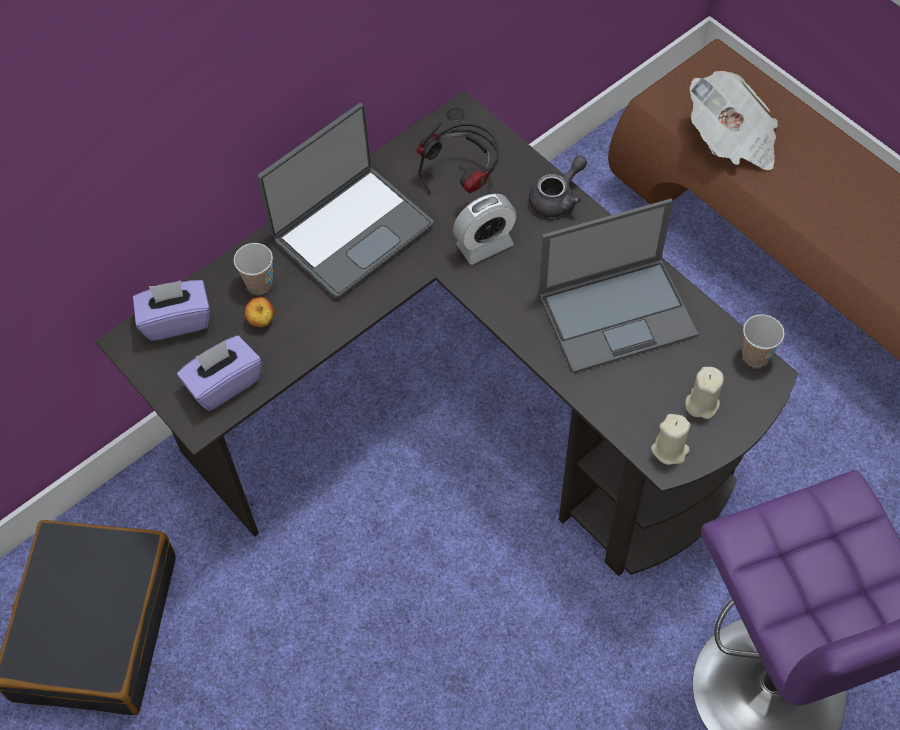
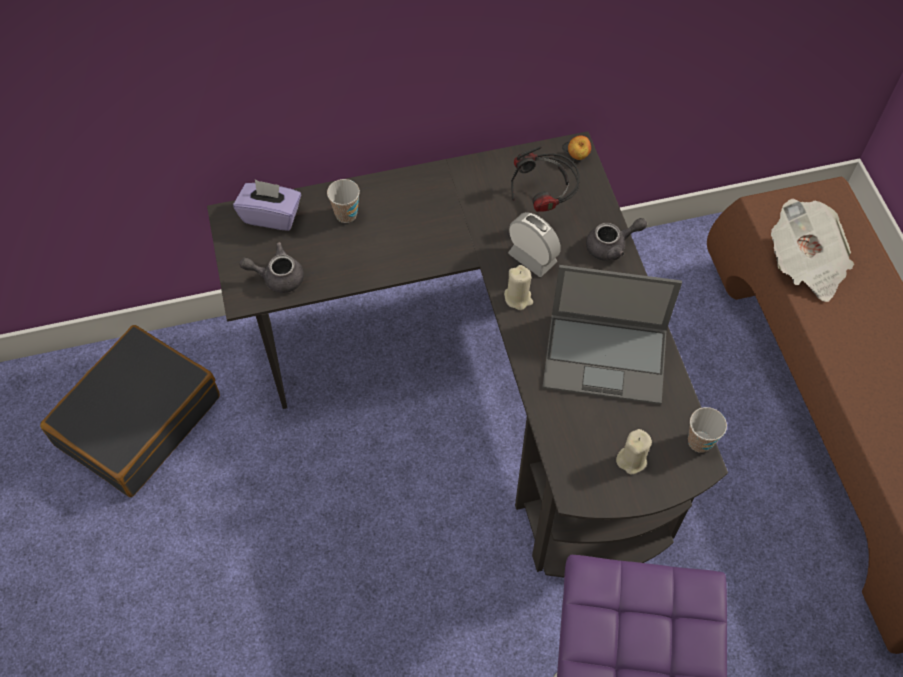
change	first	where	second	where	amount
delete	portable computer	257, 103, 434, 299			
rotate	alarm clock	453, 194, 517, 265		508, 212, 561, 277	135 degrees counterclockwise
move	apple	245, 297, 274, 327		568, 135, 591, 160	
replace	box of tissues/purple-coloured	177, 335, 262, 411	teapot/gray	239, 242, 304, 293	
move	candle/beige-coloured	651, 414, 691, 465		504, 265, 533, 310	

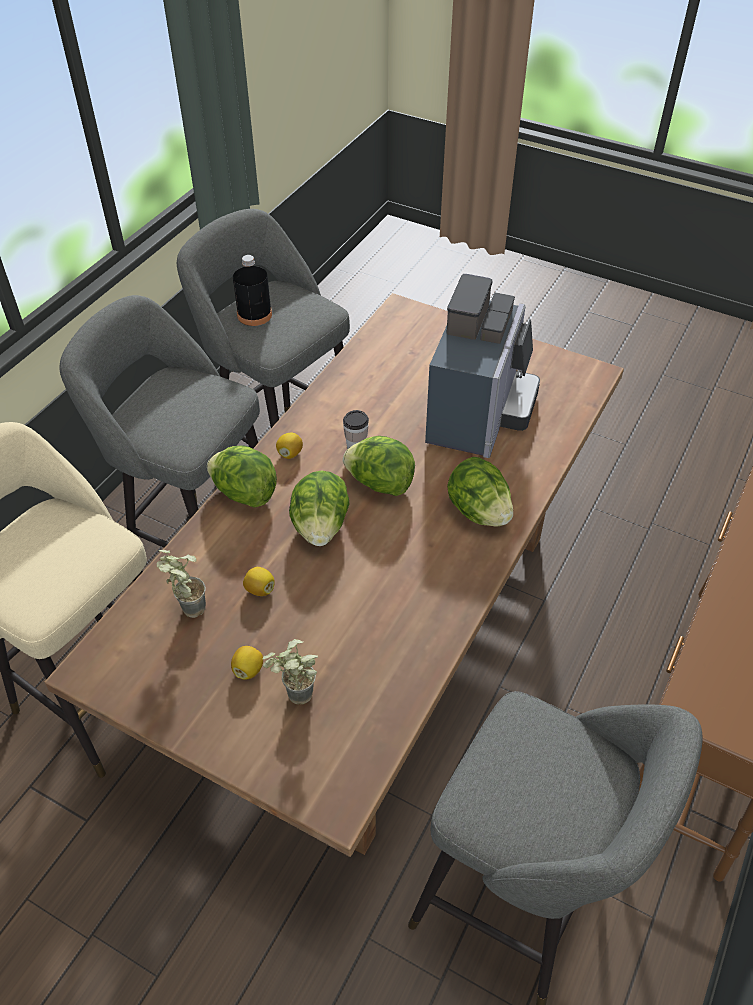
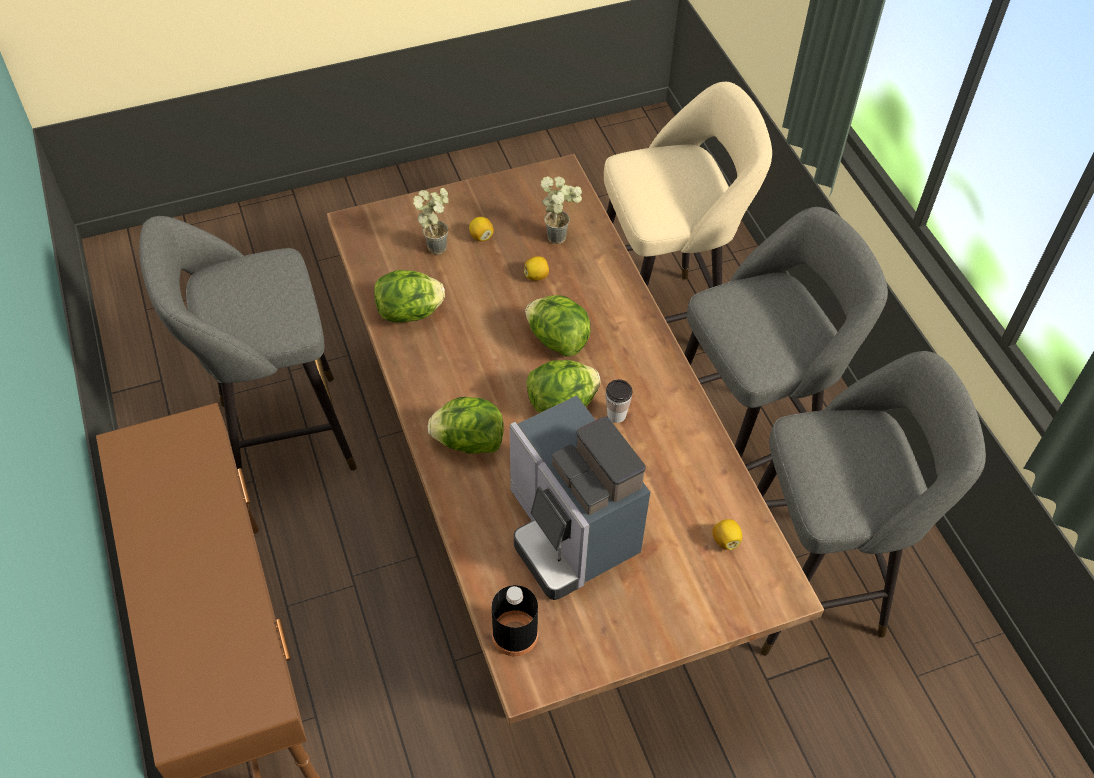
change	first	where	second	where	amount
move	drink bottle/blackish	233, 255, 272, 326		492, 585, 538, 656	
move	lemon	276, 433, 303, 459		712, 519, 742, 550	
move	lettuce head	207, 446, 277, 508		374, 270, 445, 323	

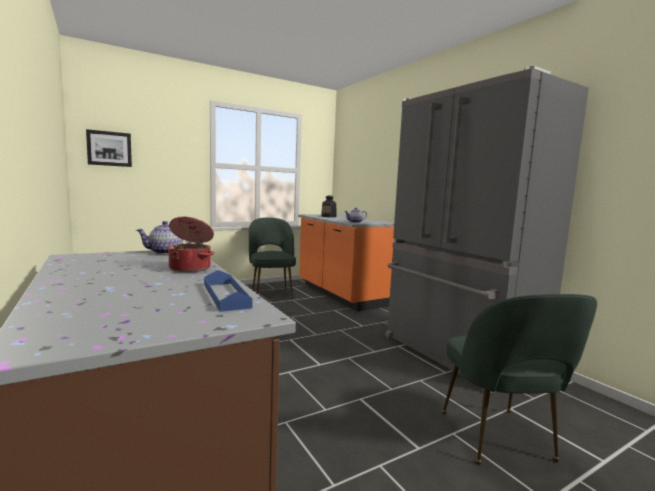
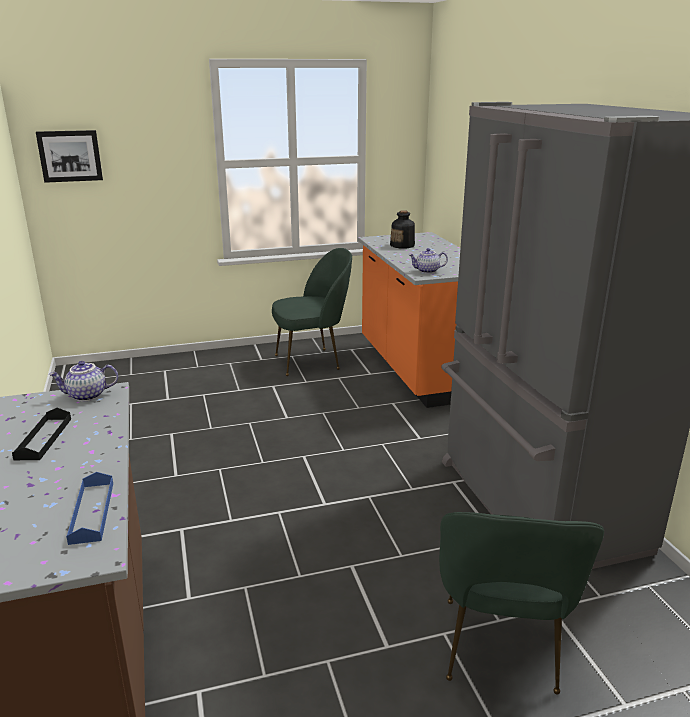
change	first	where	second	where	amount
delete	cooking pot	167, 217, 214, 272			
rotate	chair/greenish	249, 218, 296, 299		272, 248, 352, 376	75 degrees clockwise
insert			serving tray/blackish	12, 408, 71, 460	

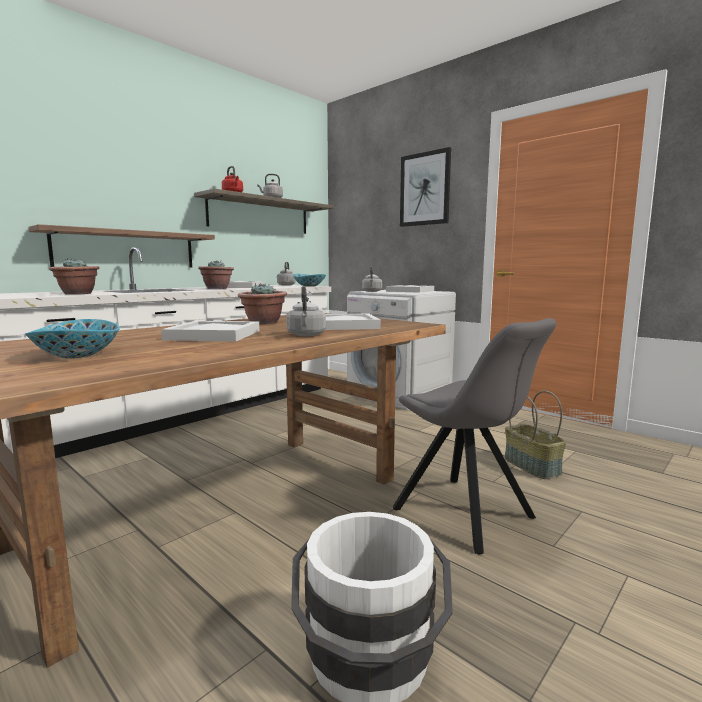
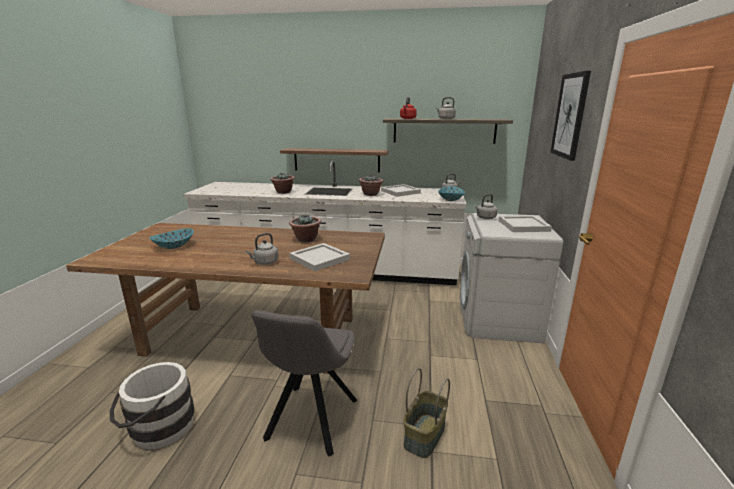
change	first	where	second	where	amount
delete	serving tray/white	161, 321, 259, 342			

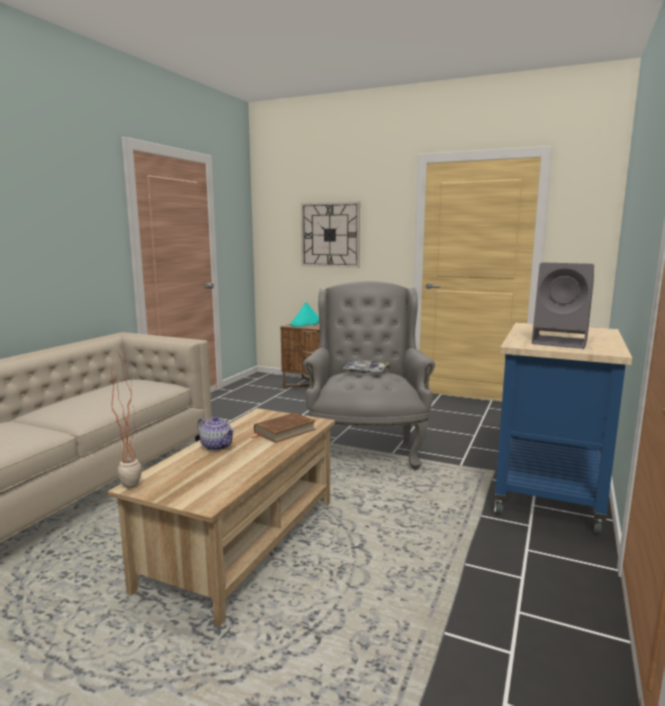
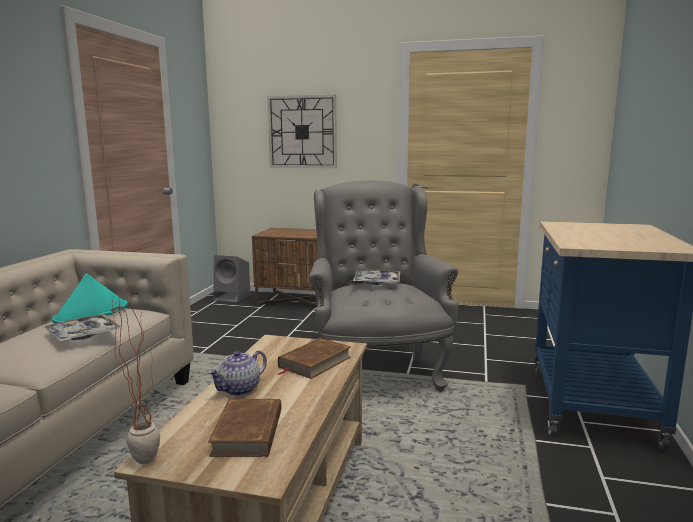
change	first	where	second	where	amount
move	audio speaker/gray	532, 263, 594, 349		214, 255, 250, 303	
move	wearable hat/turquoise-coloured	290, 302, 320, 327		52, 273, 128, 324	
rotate	teapot	197, 416, 235, 451		207, 350, 267, 396	105 degrees clockwise
insert			serving tray	44, 314, 121, 342	
insert			volume/brown	208, 399, 281, 457	

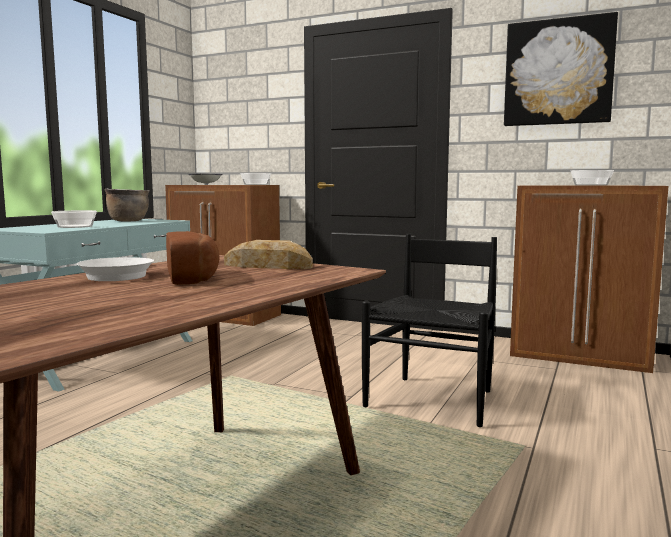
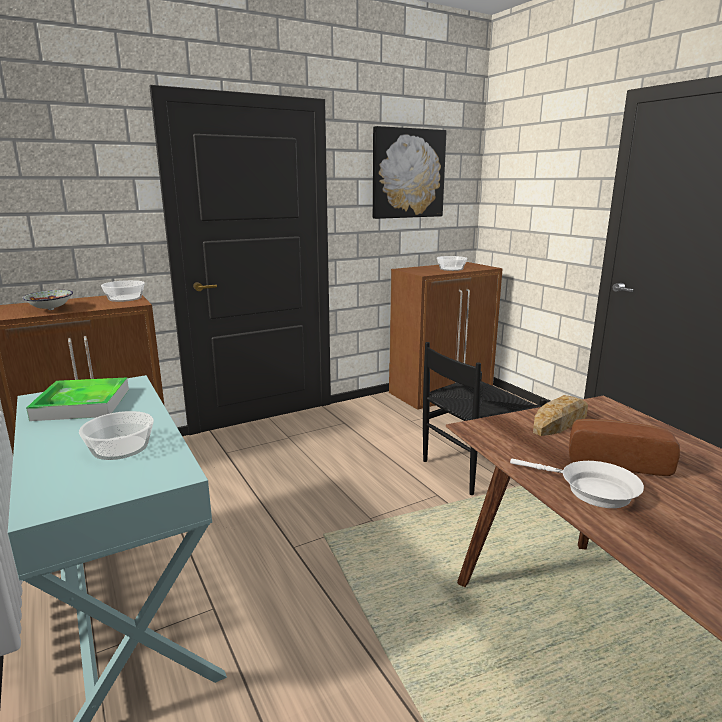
change	first	where	second	where	amount
replace	cooking pot/brown	104, 189, 150, 222	serving tray	26, 378, 129, 421	
rotate	chair/blackish	362, 234, 497, 427		423, 342, 547, 495	90 degrees counterclockwise

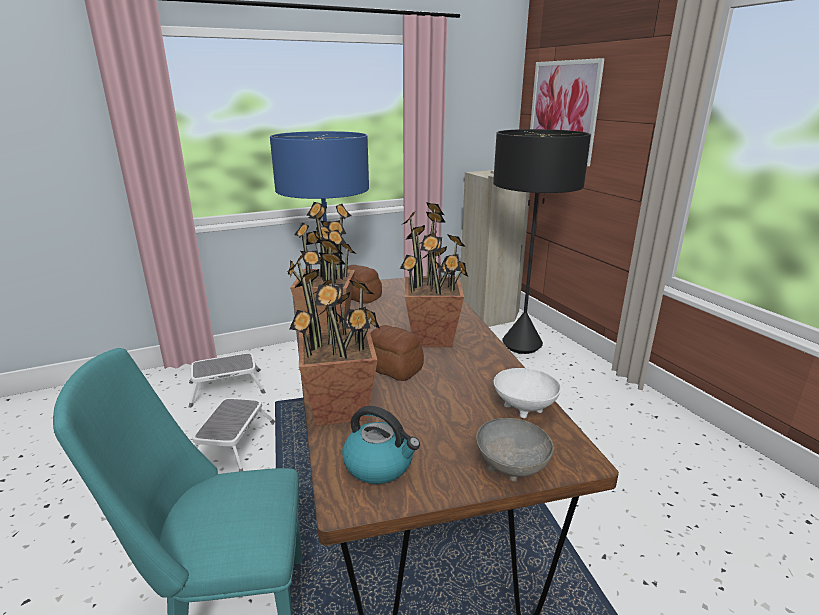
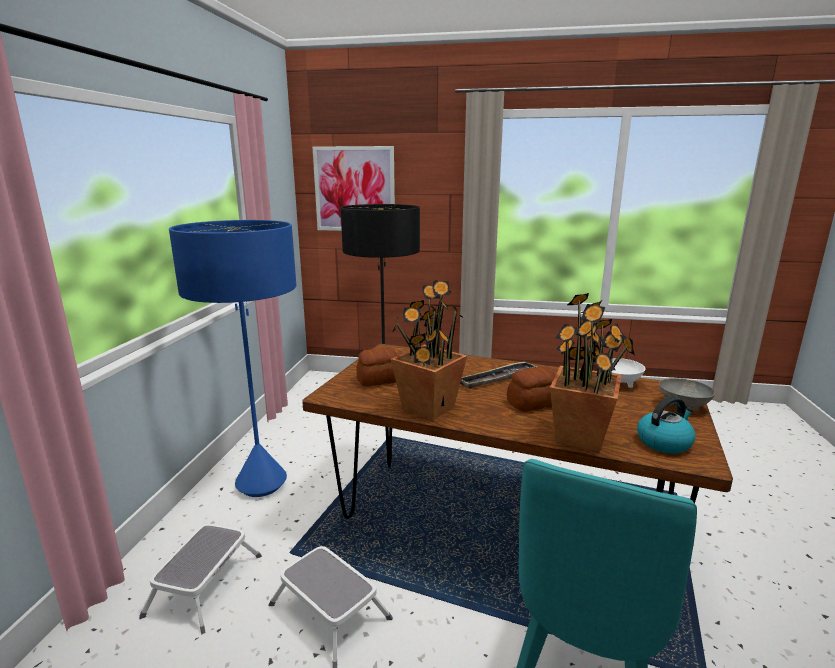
change	first	where	second	where	amount
delete	storage cabinet/beige-coloured	460, 170, 530, 327			
replace	houseplant	400, 202, 468, 347	serving tray	460, 361, 537, 389	

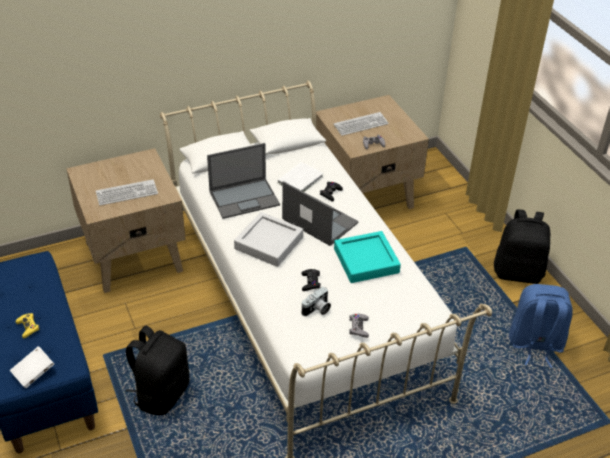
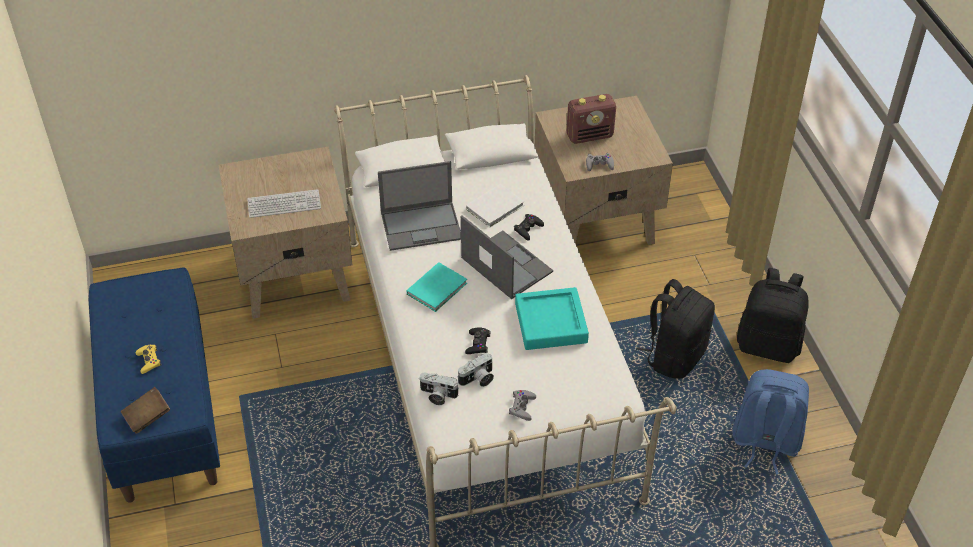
change	first	where	second	where	amount
replace	computer keyboard	334, 112, 389, 136	radio receiver	567, 94, 616, 144	
replace	serving tray/gray	234, 212, 303, 267	volume/turquoise-coloured	407, 262, 467, 312	
move	knapsack/blackish	126, 326, 190, 415		636, 279, 715, 379	
recolor	volume/white	10, 346, 54, 388	volume/brown	121, 387, 170, 434	
insert			still camera	419, 372, 459, 405	

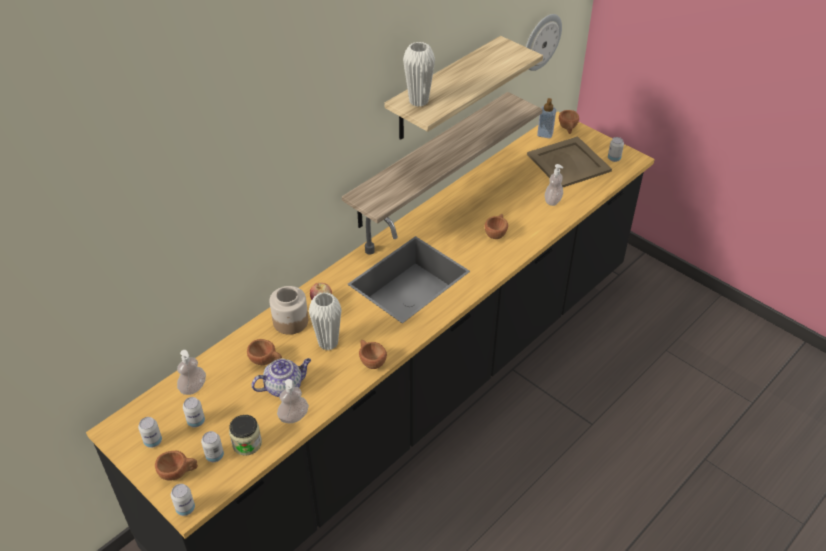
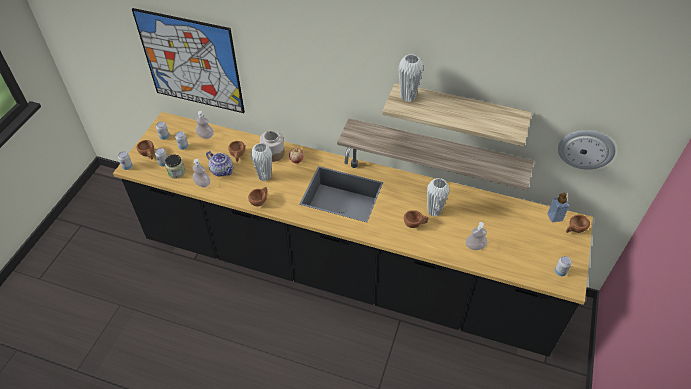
change	first	where	second	where	amount
delete	serving tray/beige-coloured	527, 136, 612, 187			
insert			wall picture	132, 8, 245, 113	
insert			vase/white	427, 178, 450, 217	

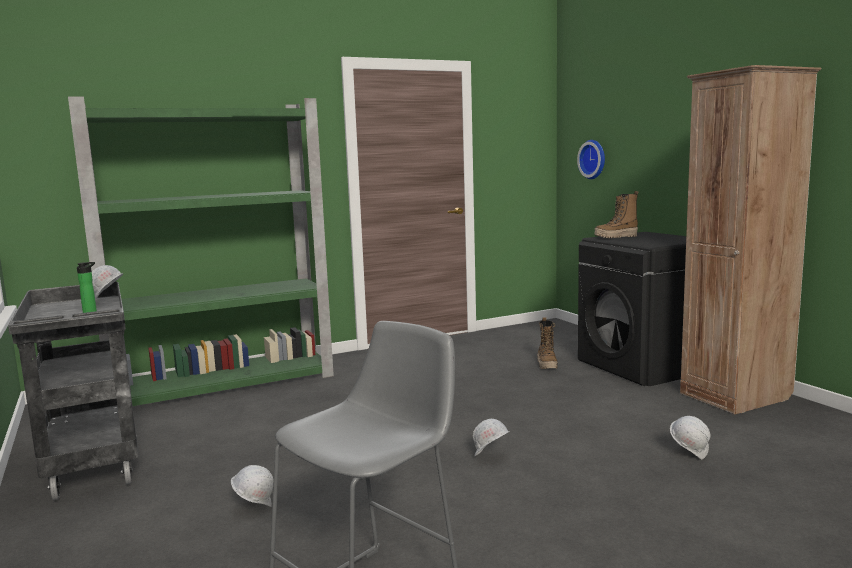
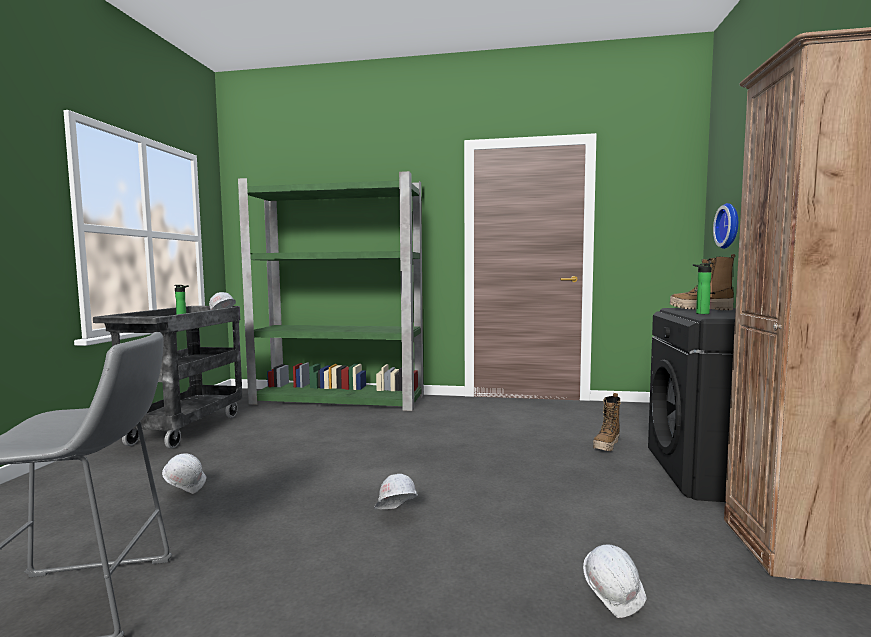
change	first	where	second	where	amount
insert			drink bottle	693, 263, 712, 314	

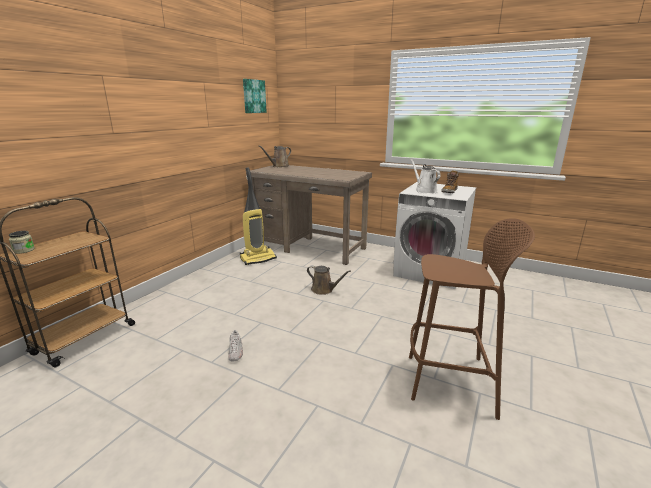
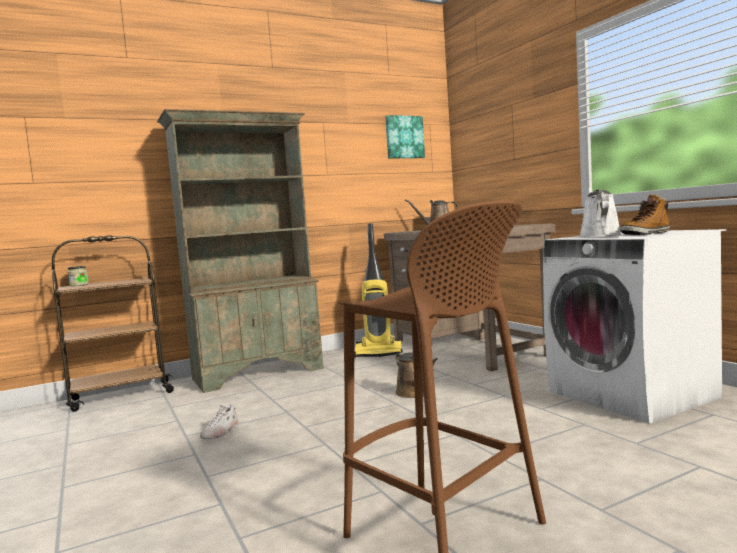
change	first	where	second	where	amount
insert			bookshelf/greenish	157, 109, 324, 393	

